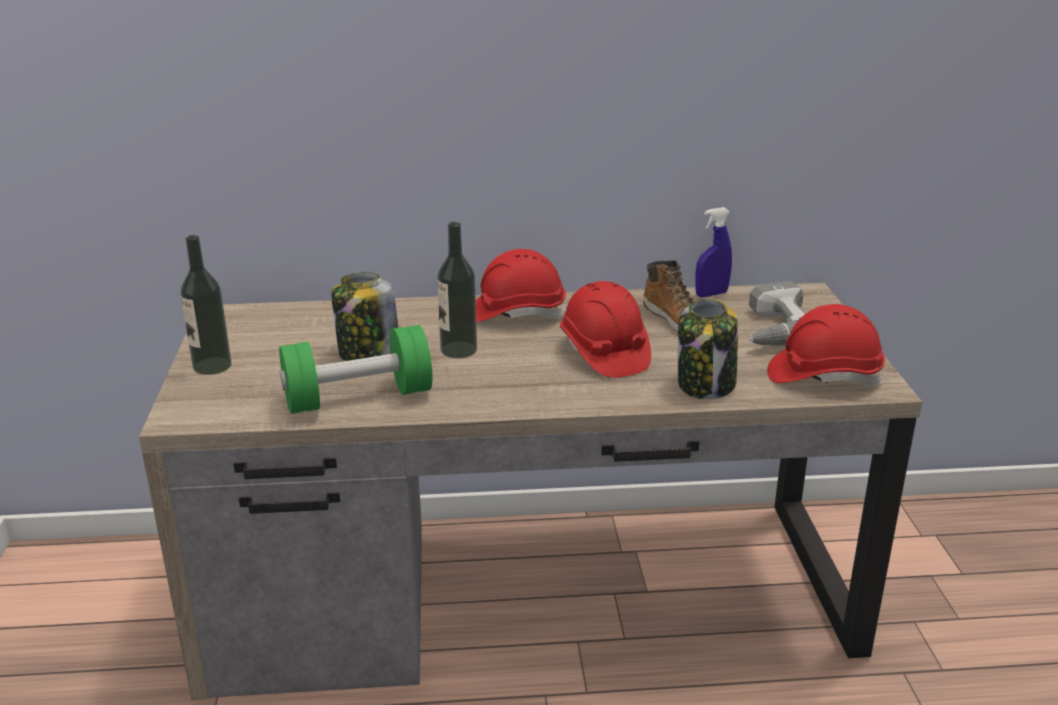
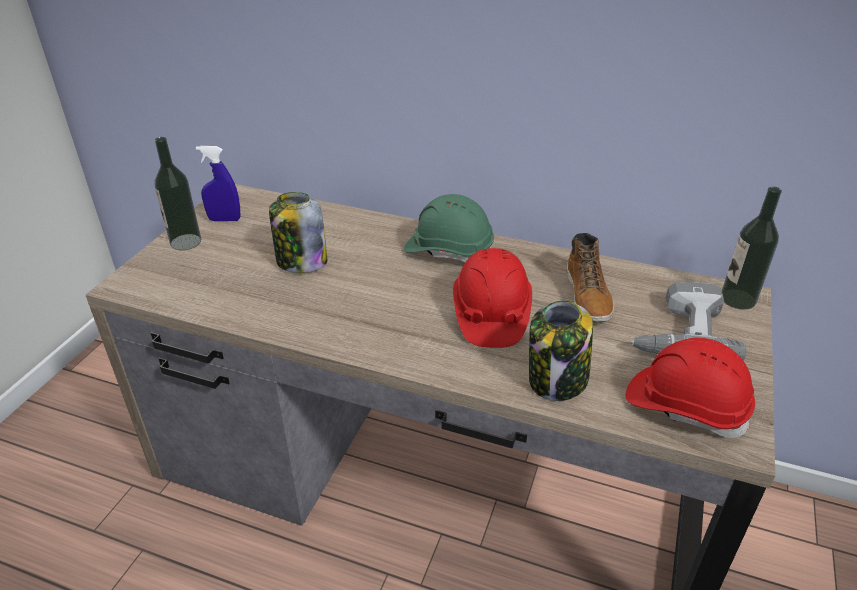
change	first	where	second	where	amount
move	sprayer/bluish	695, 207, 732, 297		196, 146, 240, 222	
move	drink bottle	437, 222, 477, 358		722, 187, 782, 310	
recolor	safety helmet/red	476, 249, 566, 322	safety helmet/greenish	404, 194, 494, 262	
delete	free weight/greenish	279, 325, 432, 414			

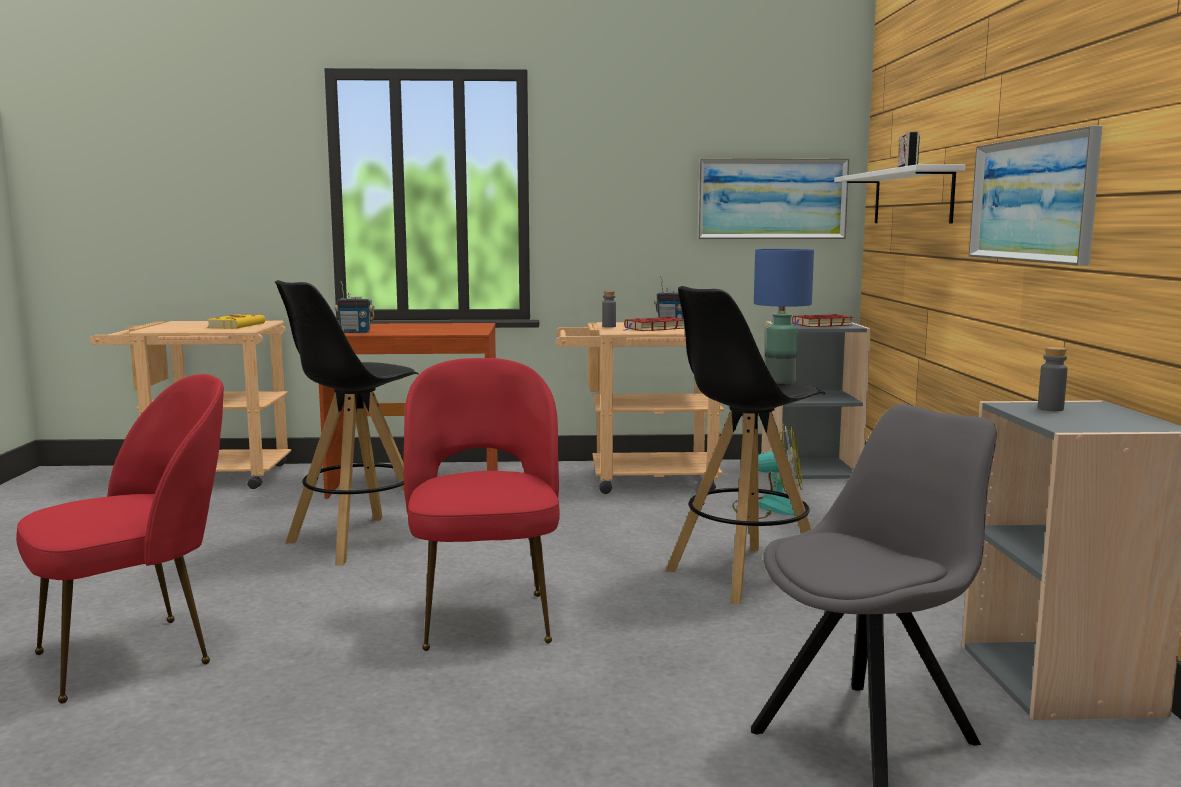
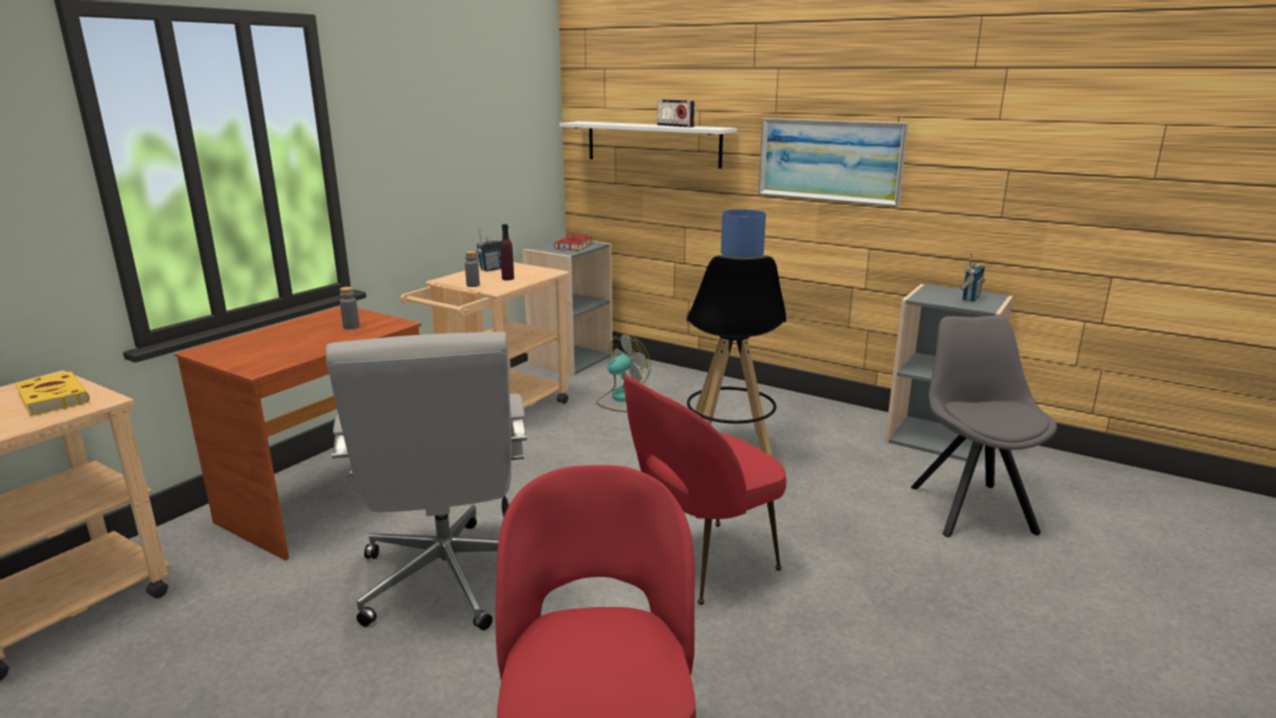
change	first	where	second	where	amount
delete	wall picture	697, 158, 849, 239			
replace	sitting stool/blackish	275, 280, 419, 566	desk chair/gray	326, 332, 527, 630	
move	radio receiver	335, 281, 375, 333		959, 252, 985, 302	
replace	volume/red	623, 317, 685, 331	drink bottle/purple-coloured	500, 224, 514, 280	
move	drink bottle/gray	1038, 347, 1068, 411		340, 287, 360, 329	
rotate	chair/red	404, 358, 560, 651		624, 374, 786, 605	60 degrees counterclockwise

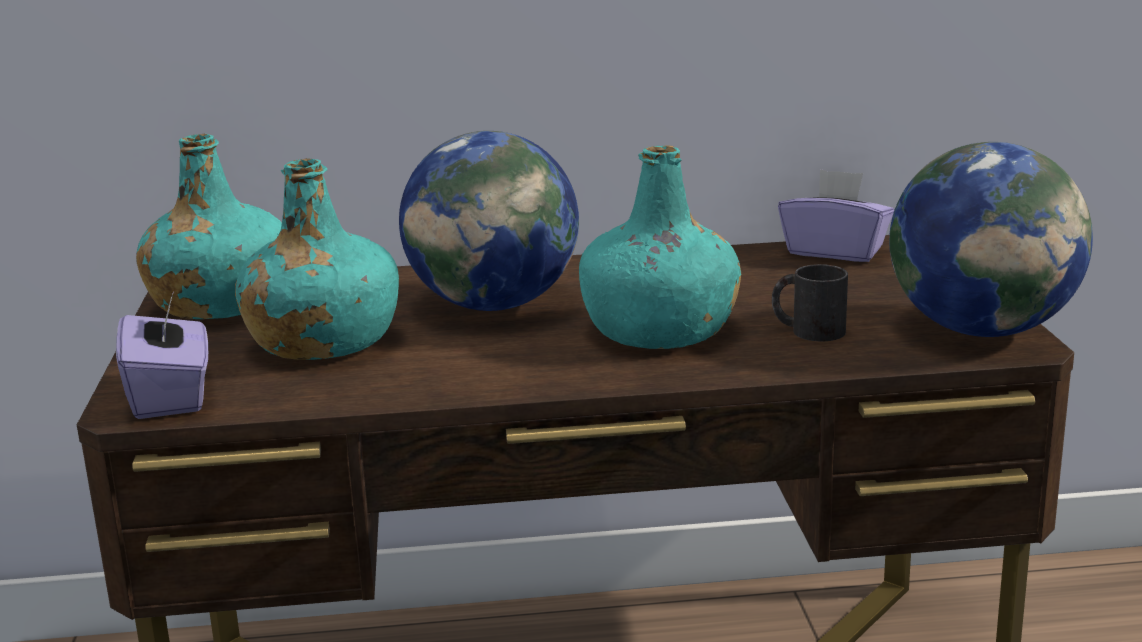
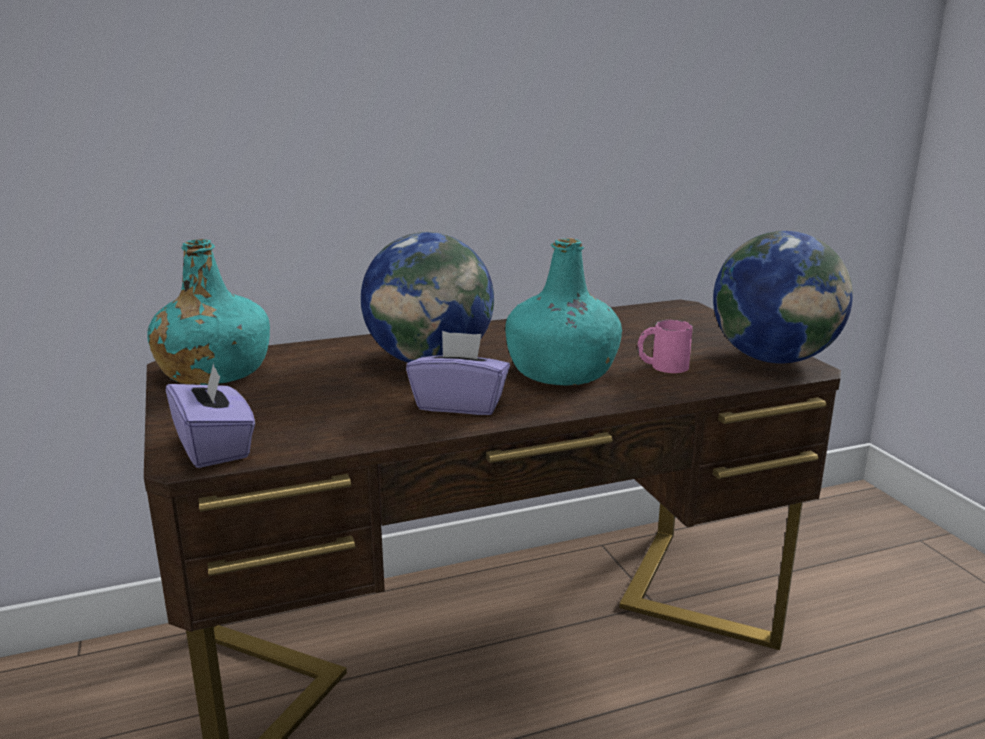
change	first	where	second	where	amount
delete	drink bottle/turquoise-coloured	235, 158, 399, 360			
move	box of tissues/purple-coloured	778, 169, 894, 262		406, 331, 510, 415	
recolor	tea mug/blackish	772, 264, 848, 341	tea mug/pink-coloured	637, 320, 693, 373	

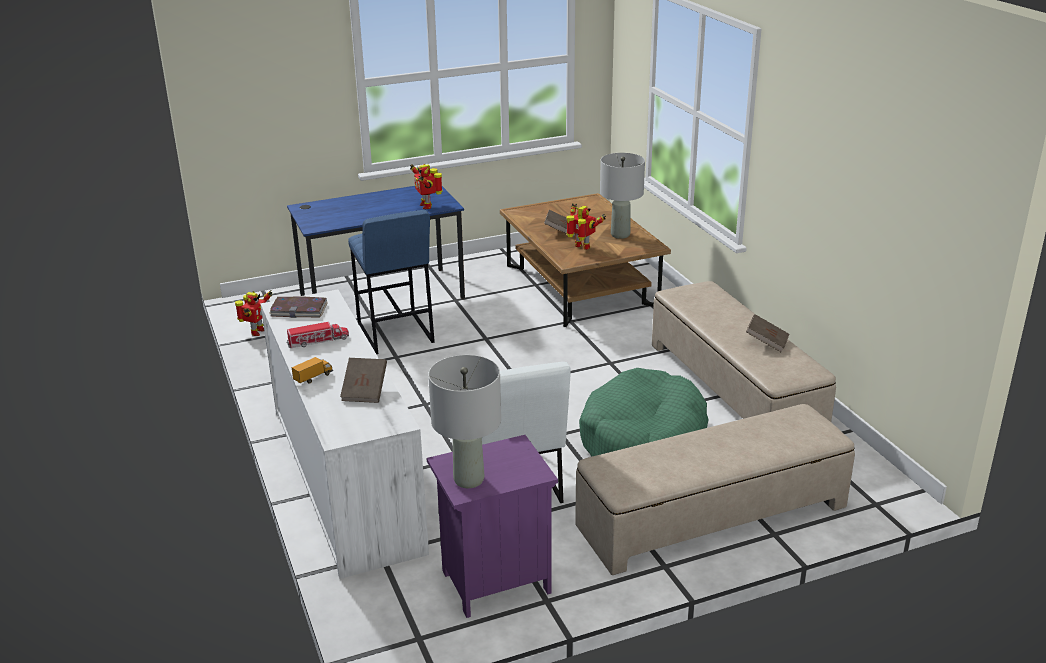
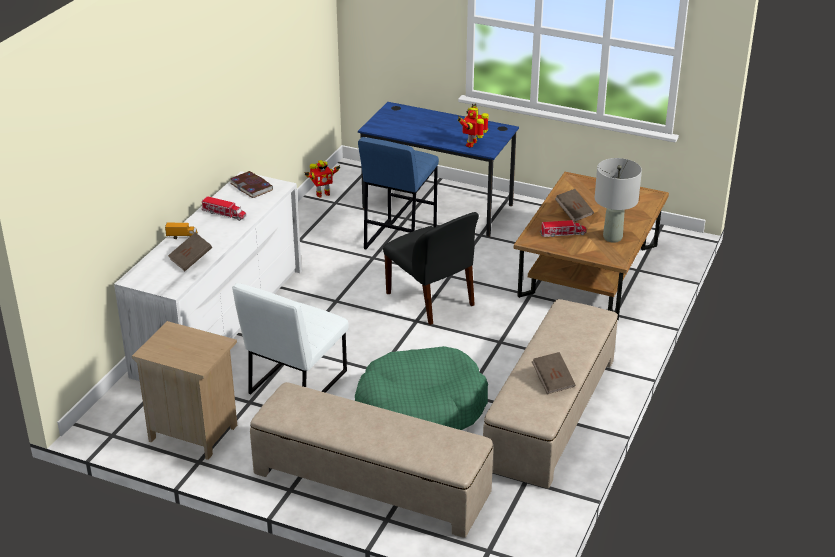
change	first	where	second	where	amount
replace	toy robot	566, 203, 606, 250	model truck	540, 220, 587, 237	
delete	lamp for a table/gray	428, 355, 501, 488			
recolor	night table/purple-coloured	427, 435, 558, 618	night table/beige-coloured	132, 321, 237, 460	
insert			chair/blackish	383, 212, 479, 325	

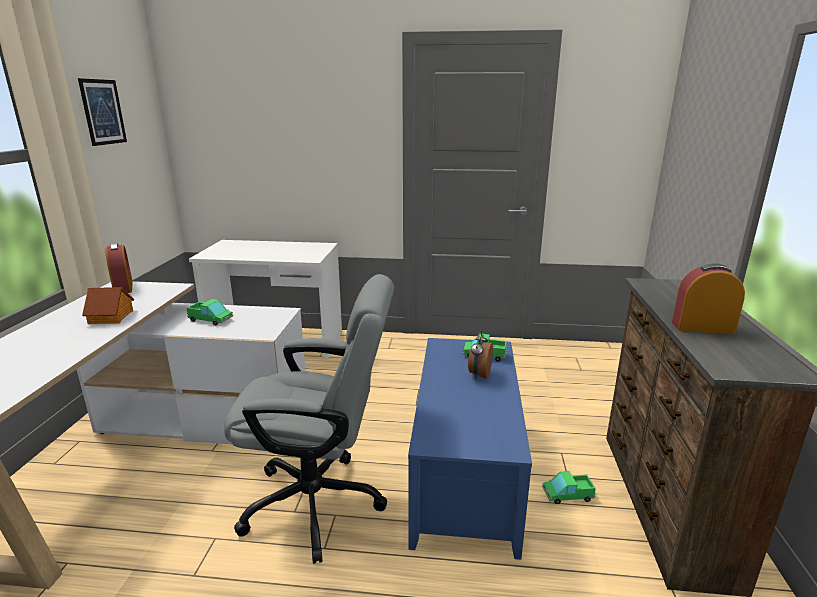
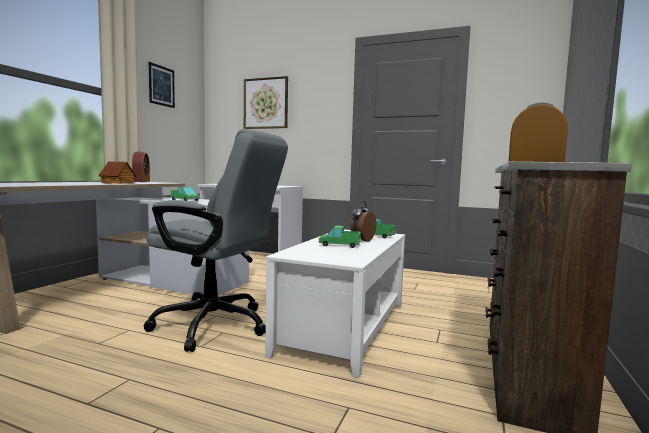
change	first	where	second	where	amount
recolor	low table/bluish	408, 338, 532, 560	low table/white	265, 230, 405, 378	
move	model truck	542, 471, 596, 504		318, 225, 361, 248	
insert			wall picture	244, 76, 288, 129	

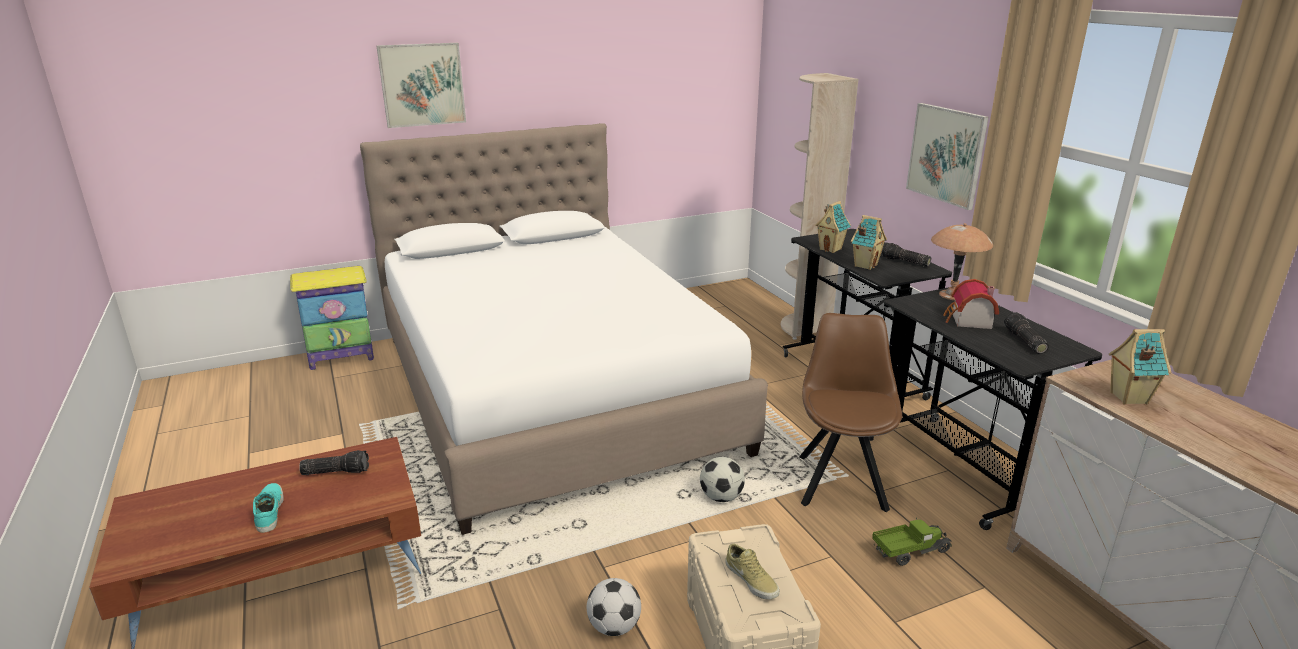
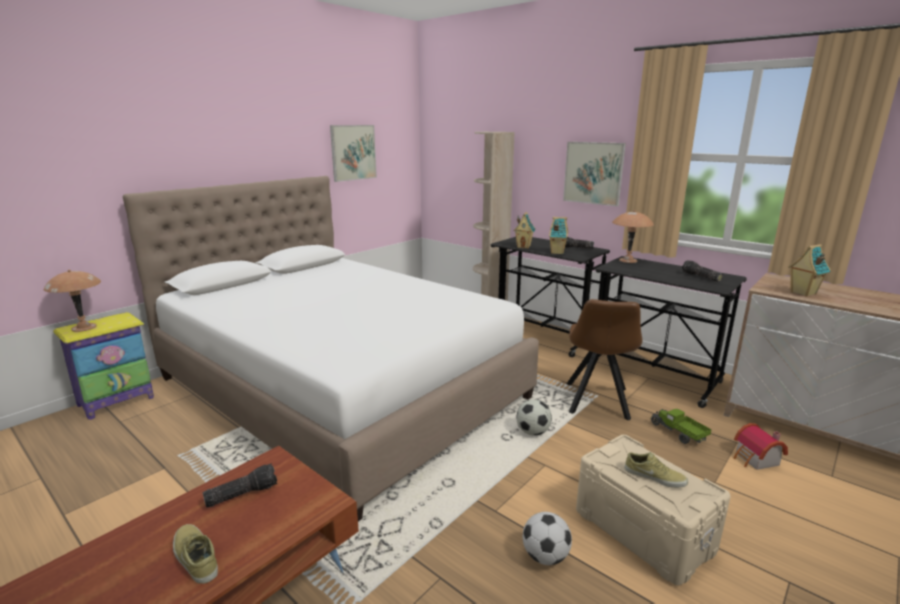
change	first	where	second	where	amount
move	wall picture	377, 43, 466, 128		330, 125, 377, 182	
move	toy house	943, 279, 999, 329		734, 423, 788, 470	
rotate	chair/brown	799, 313, 902, 512		567, 299, 643, 420	150 degrees counterclockwise
recolor	shoe/turquoise-coloured	253, 483, 284, 533	shoe/beige-coloured	173, 524, 218, 584	
rotate	model truck	872, 518, 952, 566		650, 409, 711, 444	75 degrees counterclockwise
insert			lamp for a table/brown	44, 270, 101, 332	

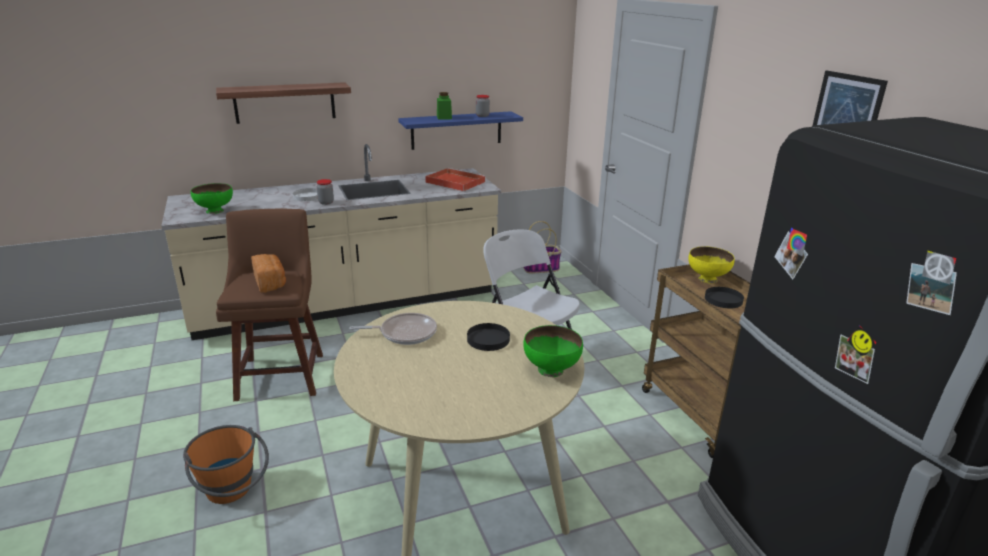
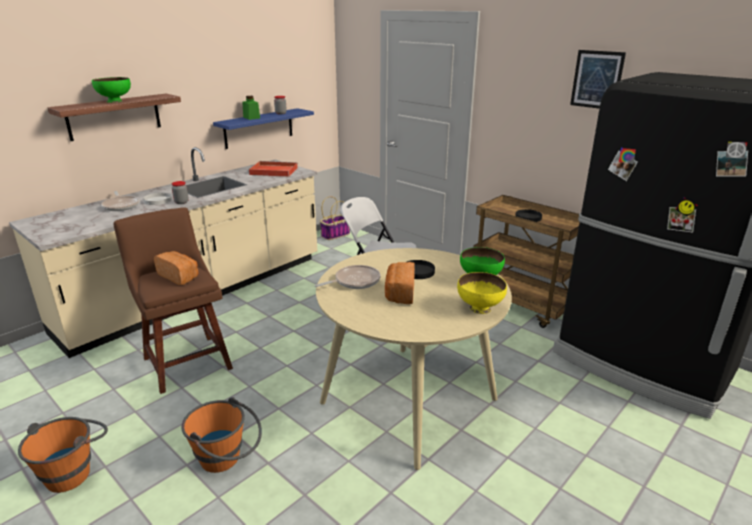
change	first	where	second	where	amount
move	bowl/greenish	191, 183, 233, 214		92, 77, 131, 103	
move	bowl/yellow-coloured	688, 246, 735, 283		457, 272, 507, 314	
insert			frying pan	101, 191, 140, 211	
insert			baked bread	385, 262, 415, 304	
insert			water bucket/orange	18, 417, 108, 493	

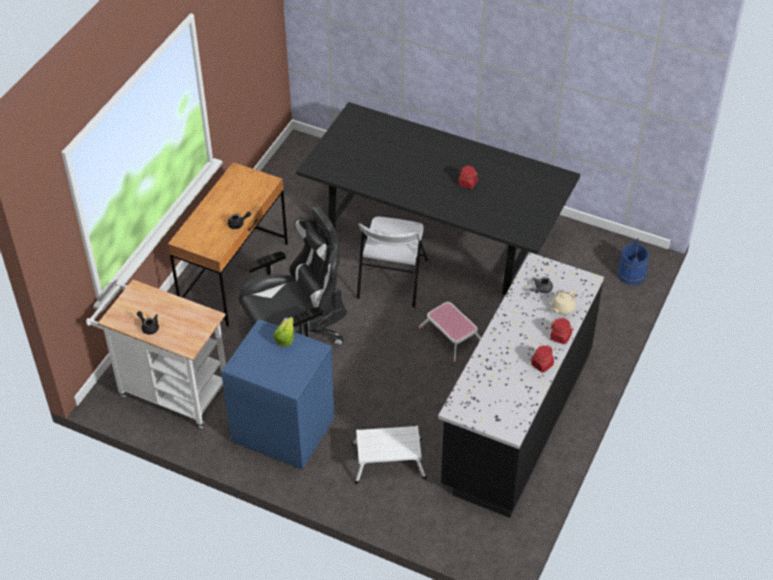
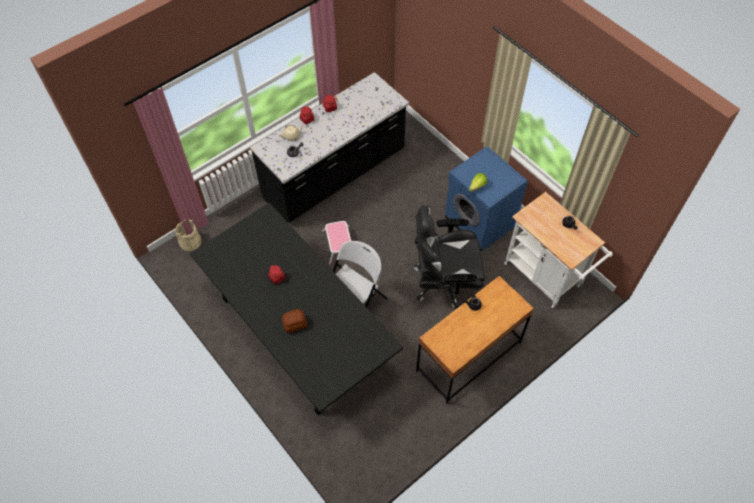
change	first	where	second	where	amount
recolor	water bucket/bluish	617, 238, 649, 285	water bucket/beige-coloured	175, 219, 201, 251	
delete	step stool/white	351, 426, 427, 485			
insert			baked bread	282, 309, 307, 333	

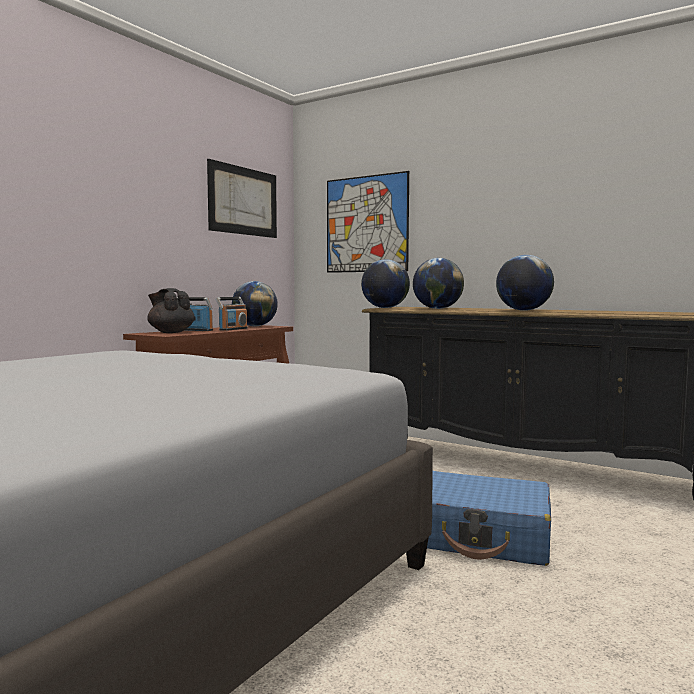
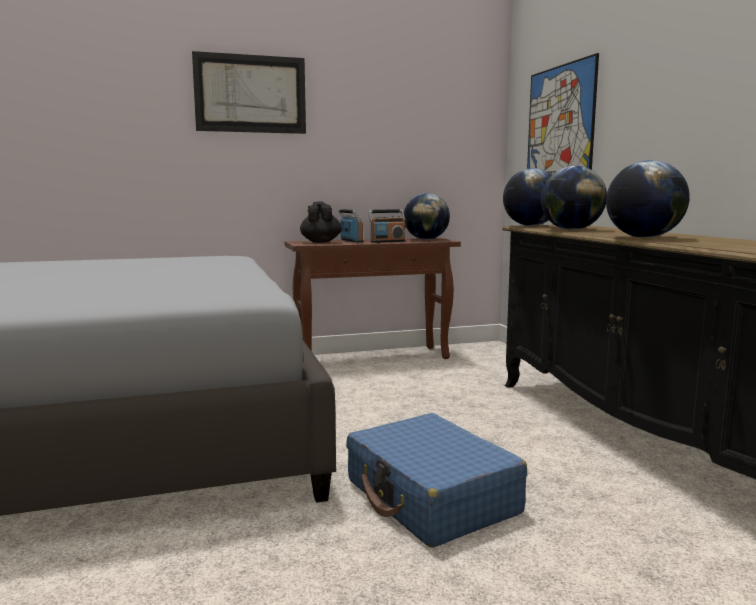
change	first	where	second	where	amount
move	wall picture	207, 159, 277, 238		192, 51, 306, 134	

